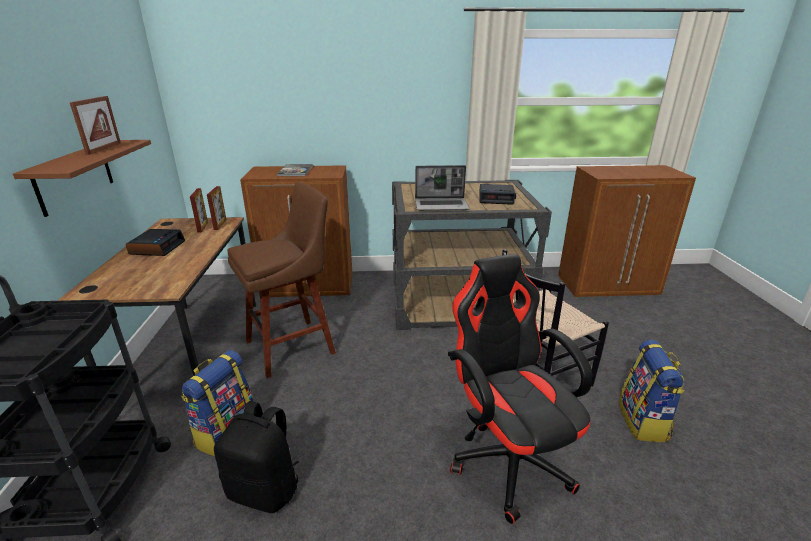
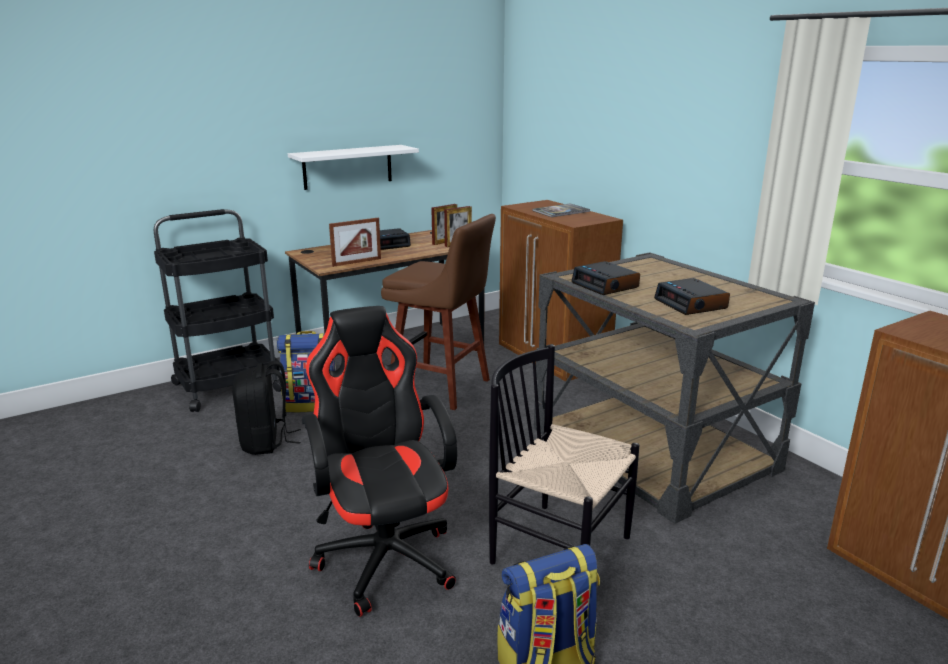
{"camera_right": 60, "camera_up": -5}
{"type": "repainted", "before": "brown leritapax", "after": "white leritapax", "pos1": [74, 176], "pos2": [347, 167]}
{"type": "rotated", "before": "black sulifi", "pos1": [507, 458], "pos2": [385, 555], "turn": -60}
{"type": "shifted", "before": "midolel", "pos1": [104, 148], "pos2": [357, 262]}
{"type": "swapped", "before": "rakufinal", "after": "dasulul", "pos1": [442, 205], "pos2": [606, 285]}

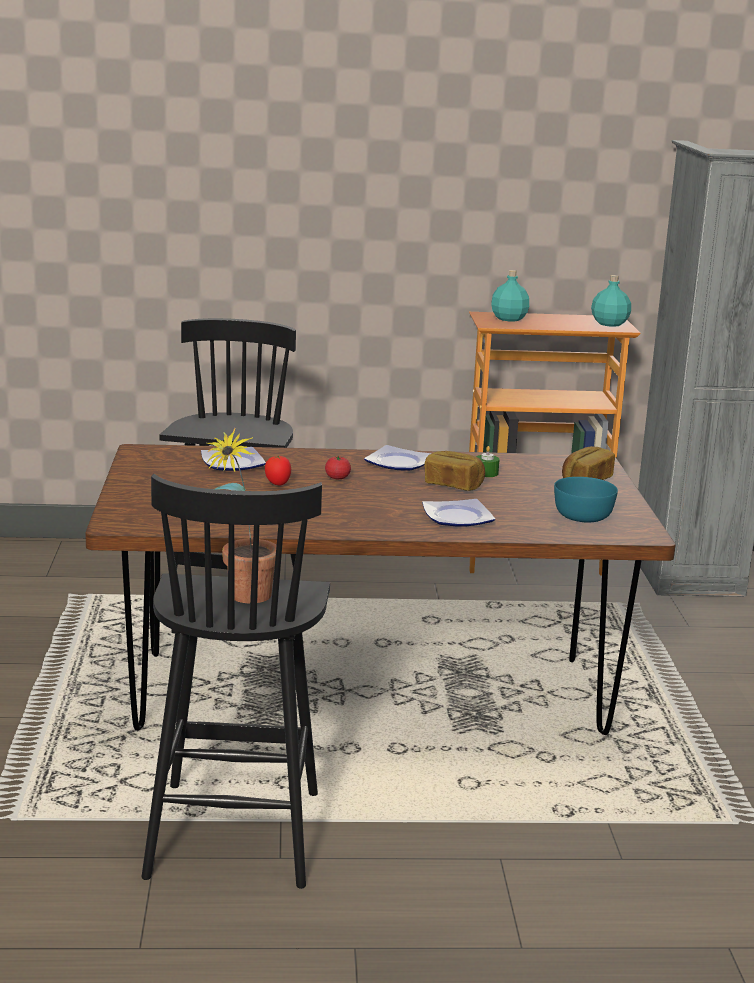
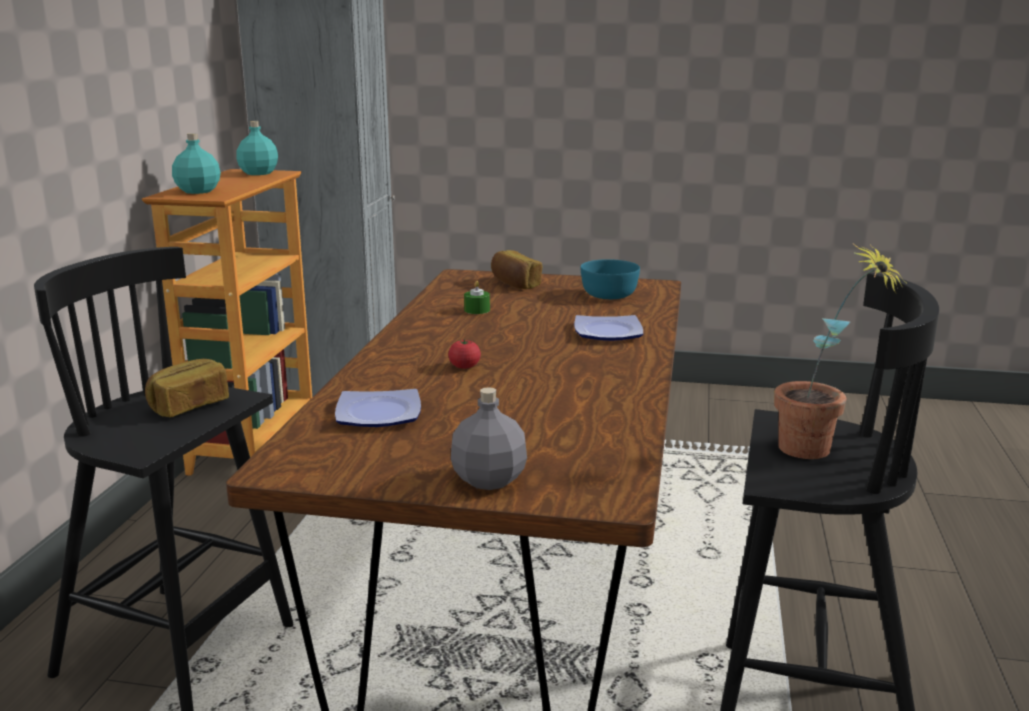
{"camera_right": -75, "camera_up": 0}
{"type": "shifted", "before": "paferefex", "pos1": [453, 485], "pos2": [189, 406]}
{"type": "new", "after": "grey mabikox", "pos2": [489, 479]}
{"type": "gone", "before": "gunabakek", "pos1": [278, 484]}
{"type": "gone", "before": "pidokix", "pos1": [399, 463]}

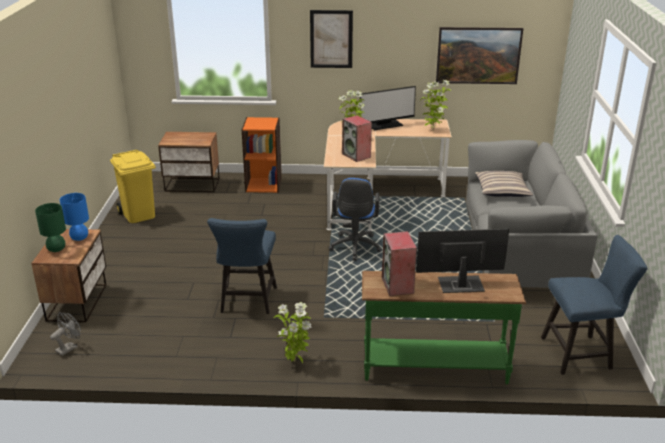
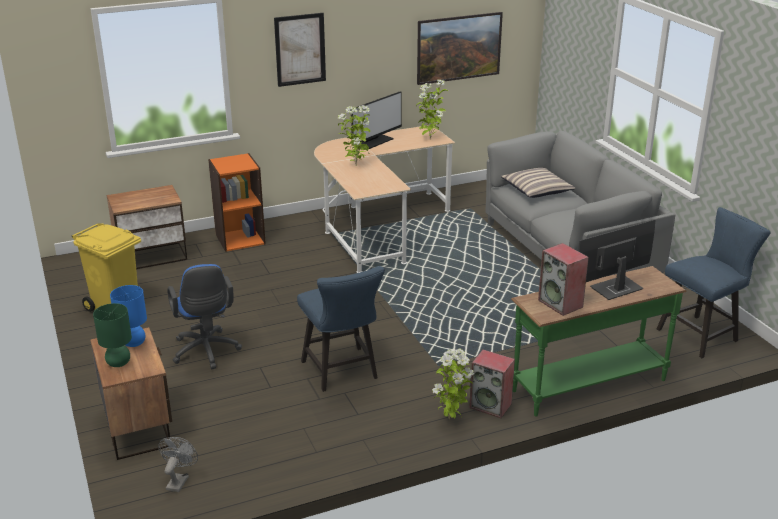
{"camera_right": -25, "camera_up": 0}
{"type": "shifted", "before": "blue sulifi", "pos1": [355, 248], "pos2": [206, 352]}
{"type": "shifted", "before": "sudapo", "pos1": [357, 155], "pos2": [491, 405]}

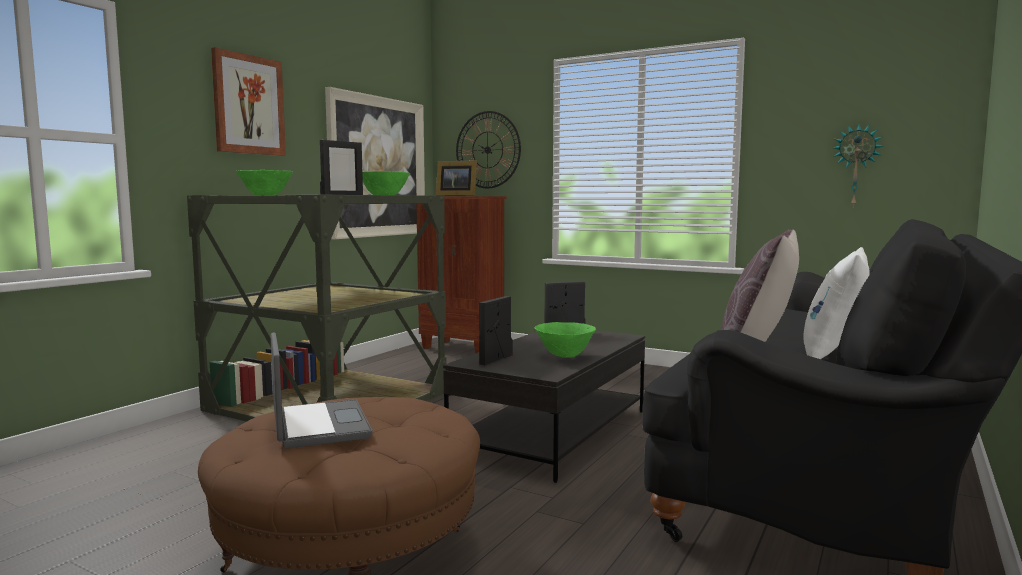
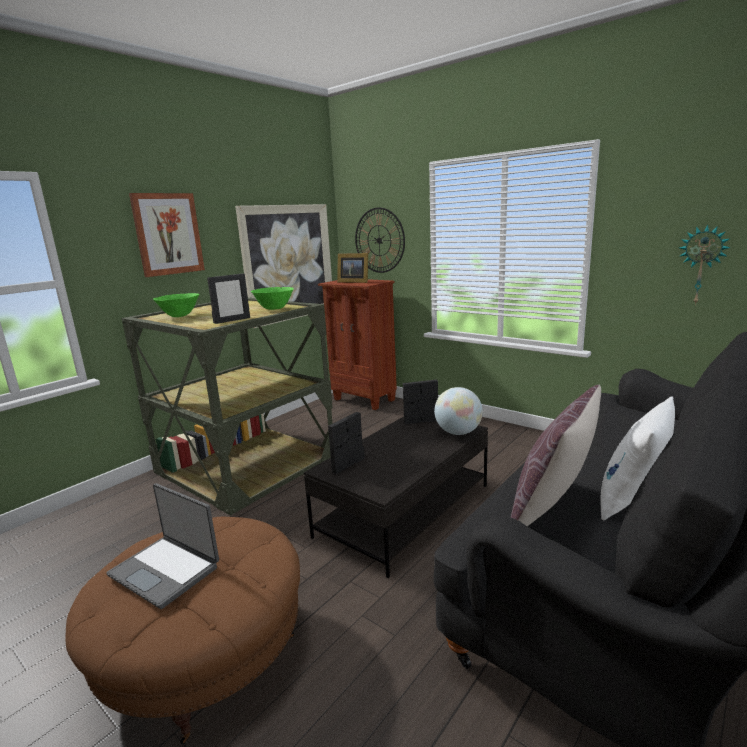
{"camera_right": 10, "camera_up": 10}
{"type": "rotated", "before": "rakufinal", "pos1": [318, 426], "pos2": [166, 570], "turn": 135}
{"type": "new", "after": "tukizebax", "pos2": [458, 432]}
{"type": "gone", "before": "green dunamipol", "pos1": [564, 356]}

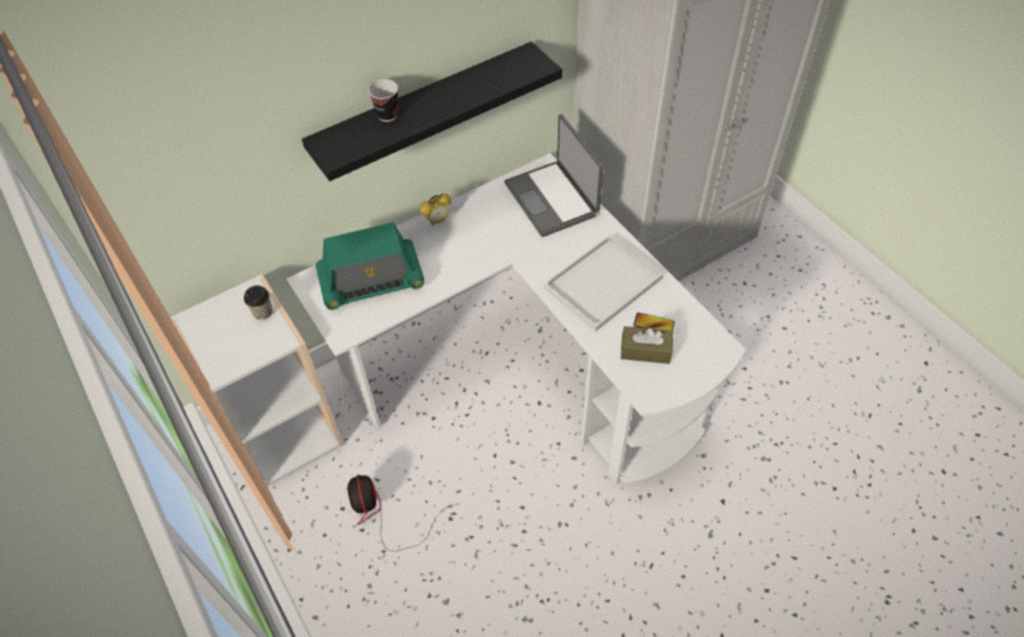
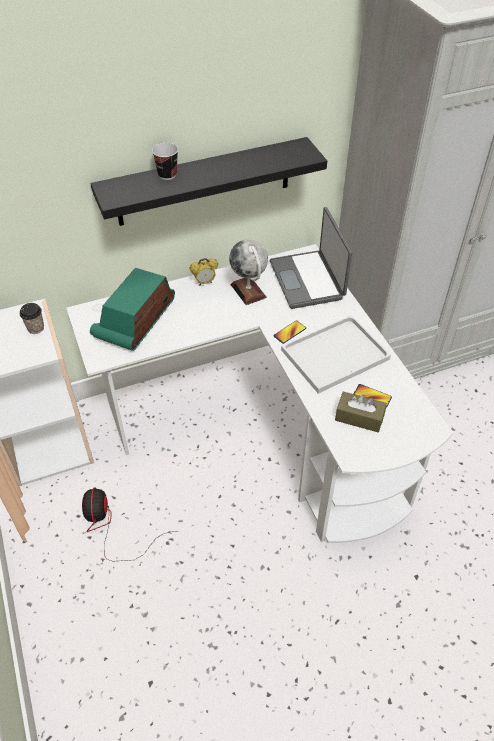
{"camera_right": 10, "camera_up": -5}
{"type": "rotated", "before": "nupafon", "pos1": [371, 281], "pos2": [135, 320], "turn": 120}
{"type": "new", "after": "tukizebax", "pos2": [248, 291]}
{"type": "new", "after": "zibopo", "pos2": [289, 332]}

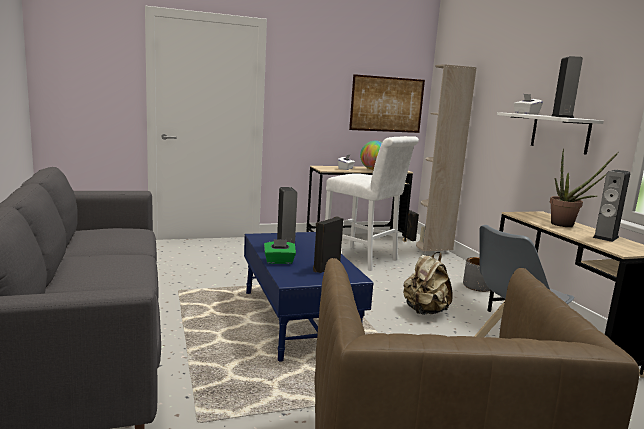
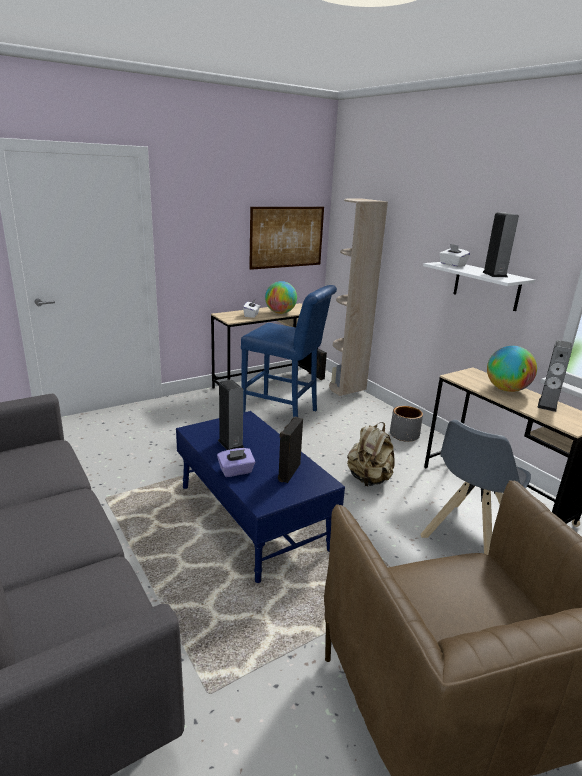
{"camera_right": -15, "camera_up": 10}
{"type": "repainted", "before": "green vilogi", "after": "purple vilogi", "pos1": [279, 261], "pos2": [236, 471]}
{"type": "repainted", "before": "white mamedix", "after": "blue mamedix", "pos1": [363, 259], "pos2": [284, 414]}
{"type": "swapped", "before": "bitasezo", "after": "tukizebax", "pos1": [567, 225], "pos2": [506, 389]}

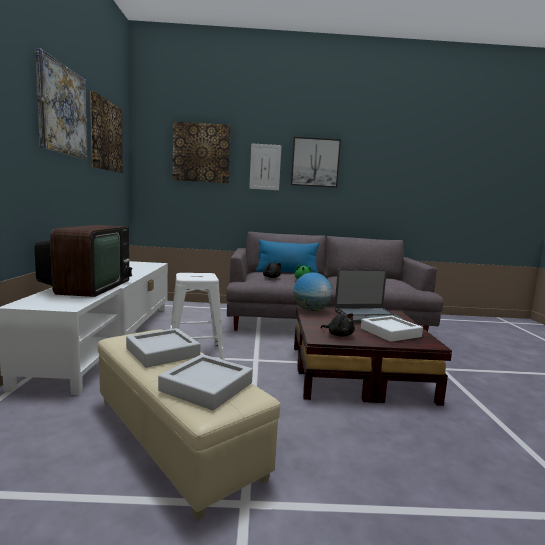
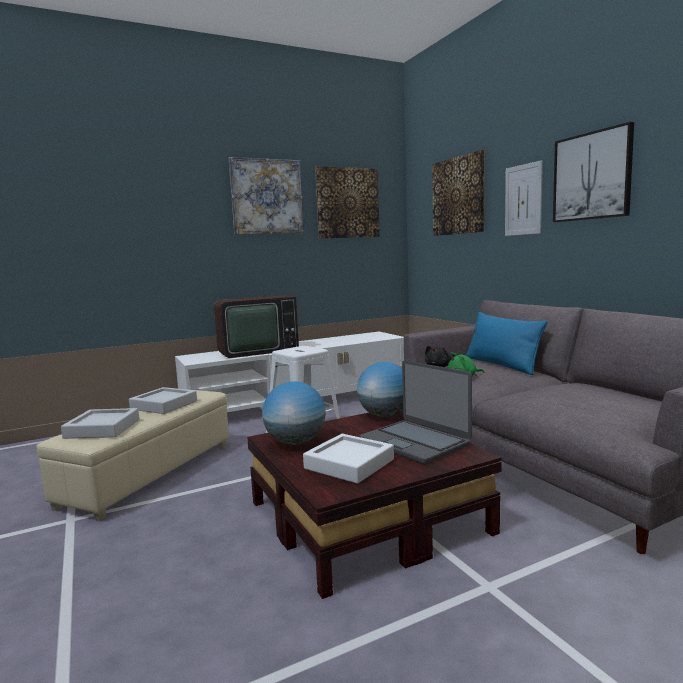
{"camera_right": 65, "camera_up": 0}
{"type": "swapped", "before": "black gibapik", "after": "tukizebax", "pos1": [339, 335], "pos2": [296, 442]}

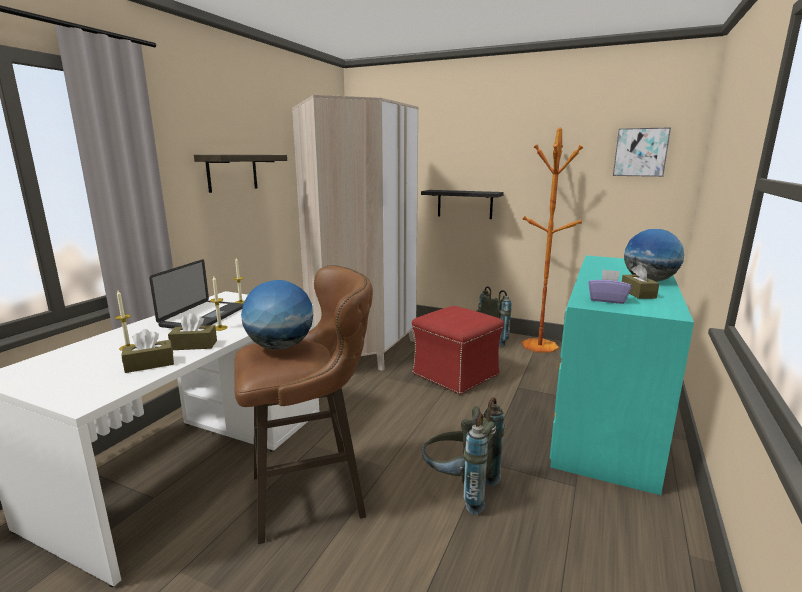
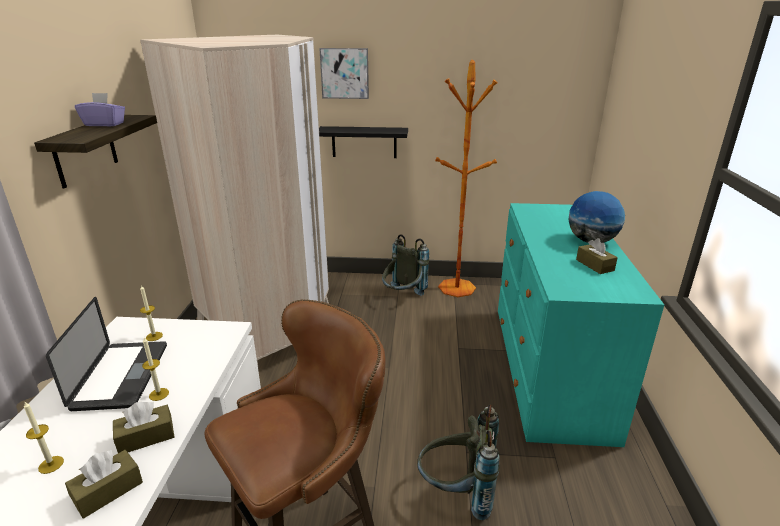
{"camera_right": -20, "camera_up": 10}
{"type": "shifted", "before": "purple vilogi", "pos1": [607, 300], "pos2": [105, 124]}
{"type": "shifted", "before": "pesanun", "pos1": [640, 152], "pos2": [345, 73]}
{"type": "gone", "before": "tukizebax", "pos1": [280, 347]}
{"type": "gone", "before": "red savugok", "pos1": [456, 375]}

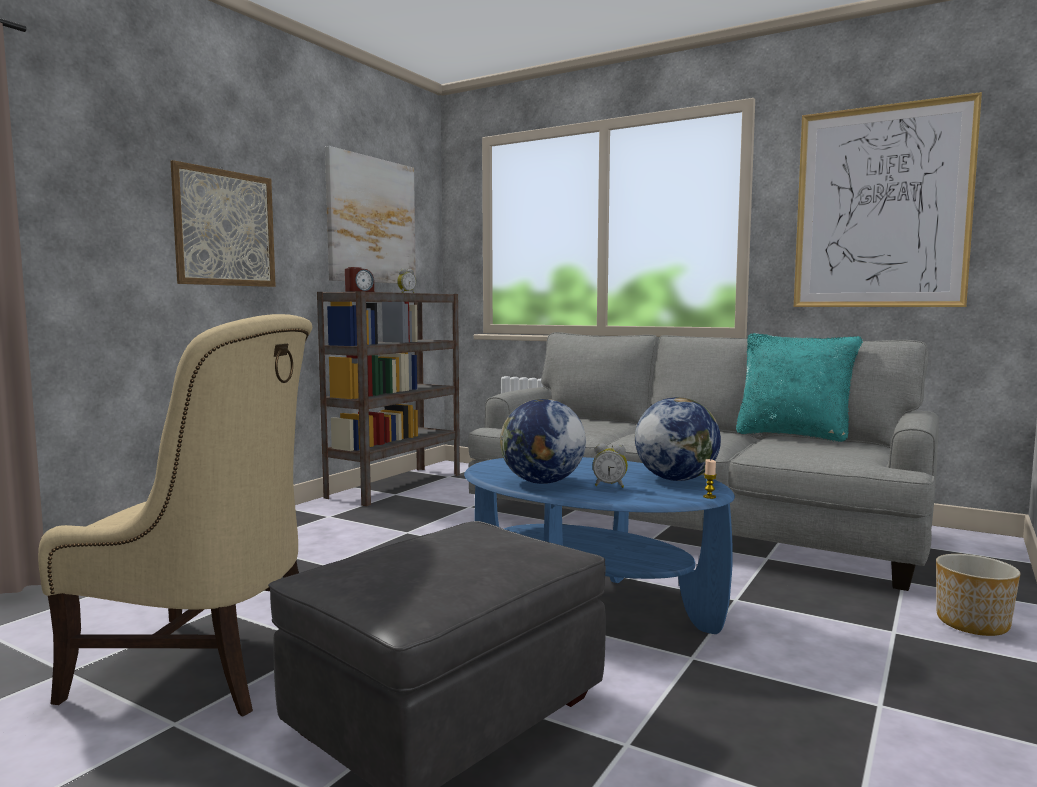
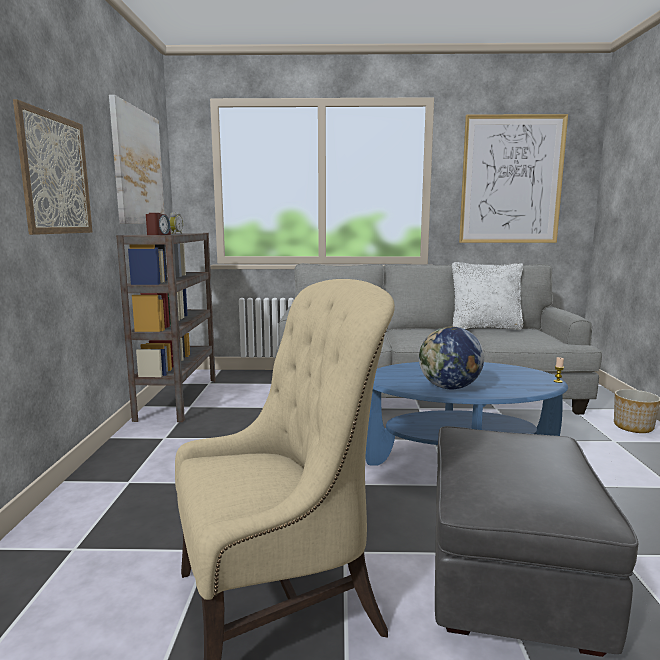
{"camera_right": -30, "camera_up": 5}
{"type": "repainted", "before": "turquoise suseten", "after": "white suseten", "pos1": [793, 437], "pos2": [486, 329]}
{"type": "gone", "before": "dasulul", "pos1": [610, 485]}
{"type": "gone", "before": "tukizebax", "pos1": [675, 479]}

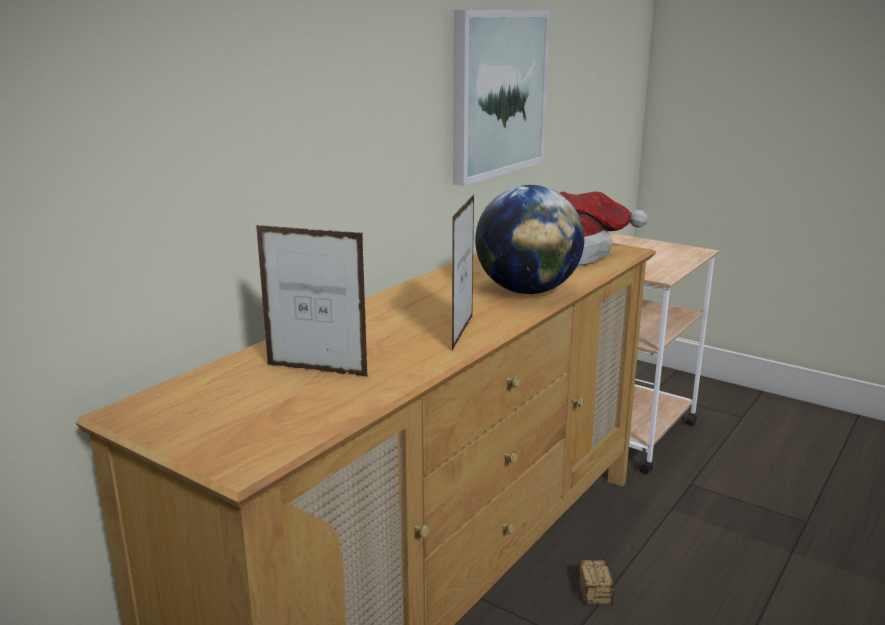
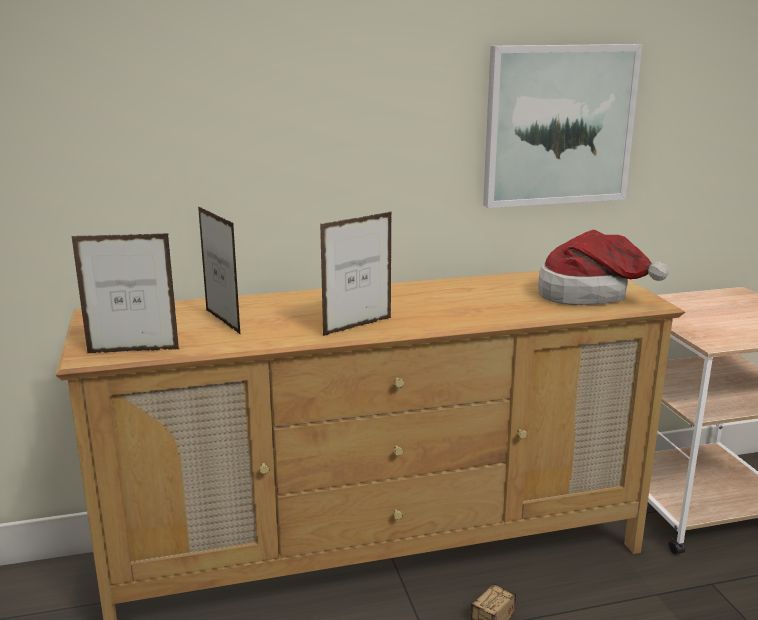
{"camera_right": 40, "camera_up": 0}
{"type": "new", "after": "midolel", "pos2": [133, 351]}
{"type": "gone", "before": "tukizebax", "pos1": [527, 291]}

